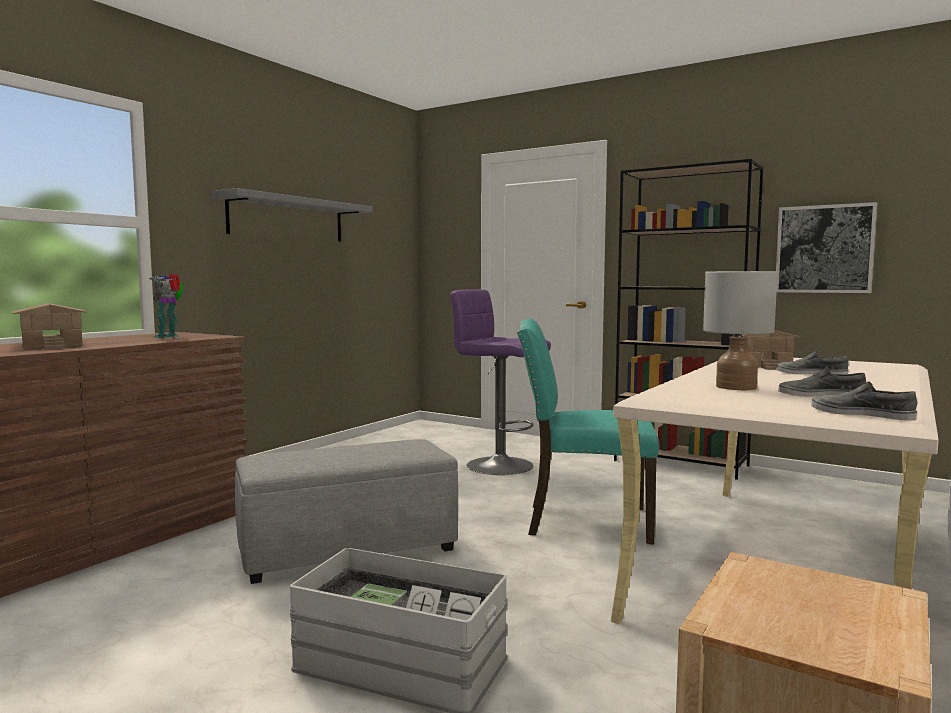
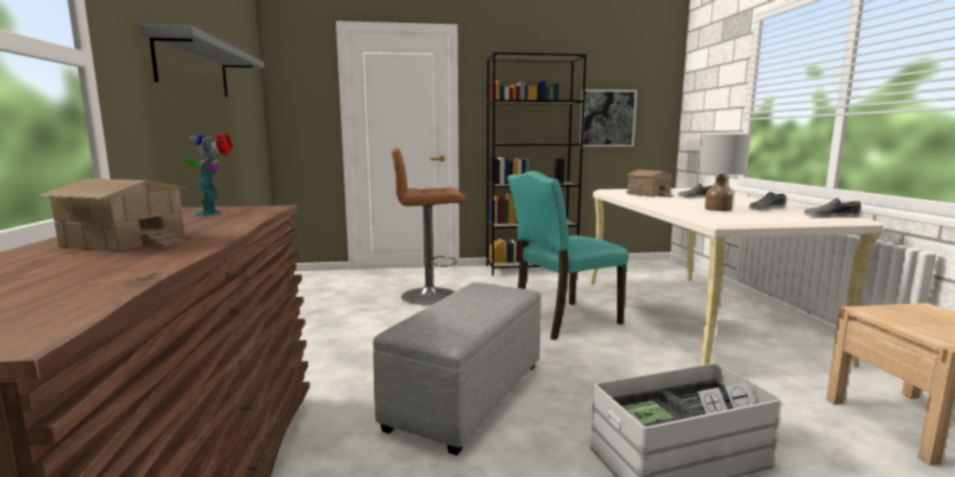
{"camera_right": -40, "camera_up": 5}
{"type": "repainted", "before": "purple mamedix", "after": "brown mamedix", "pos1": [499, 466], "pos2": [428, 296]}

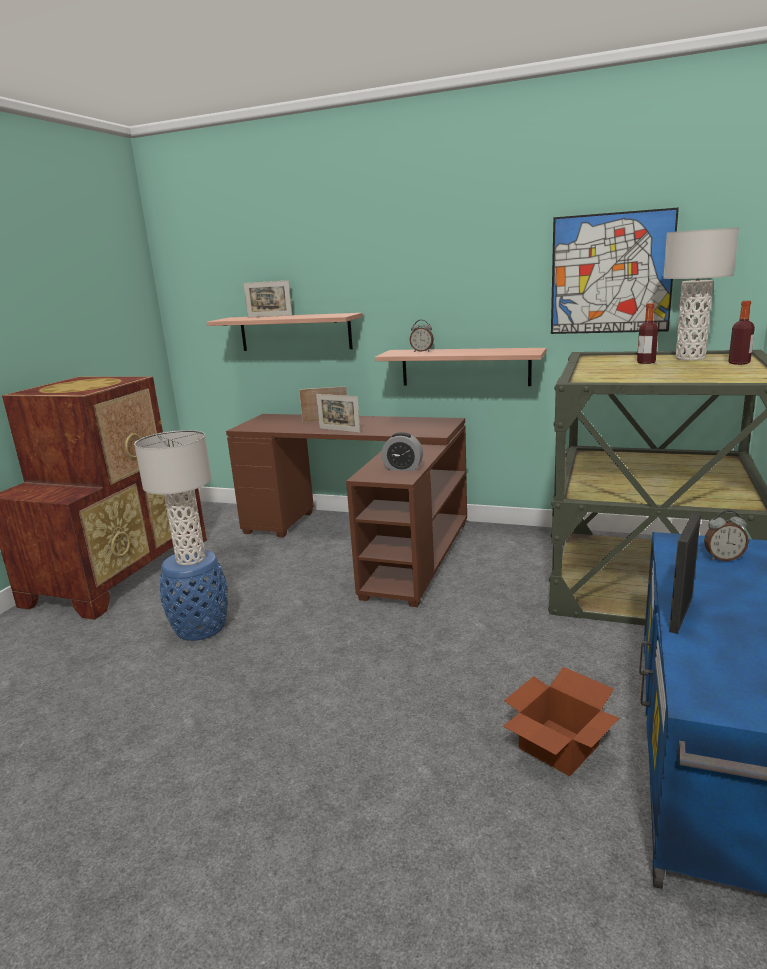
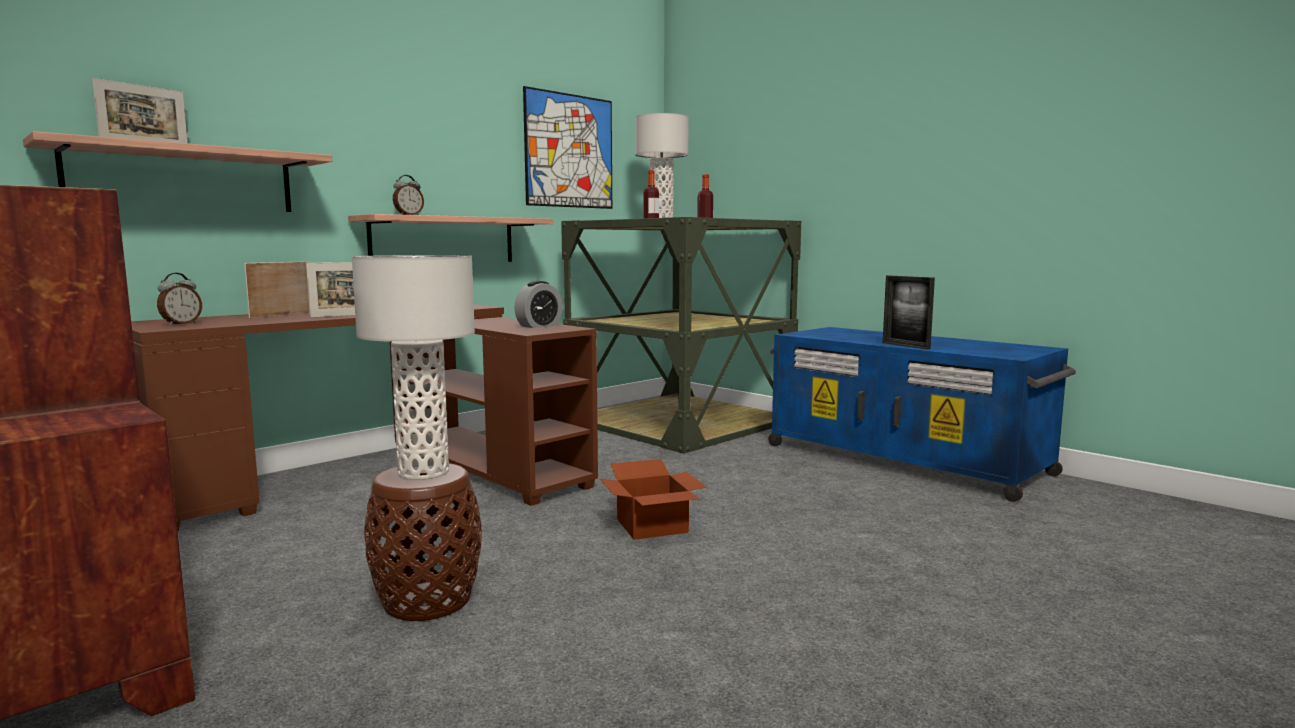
{"camera_right": -65, "camera_up": -10}
{"type": "shifted", "before": "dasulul", "pos1": [723, 558], "pos2": [181, 324]}
{"type": "repainted", "before": "blue mamedix", "after": "brown mamedix", "pos1": [200, 628], "pos2": [427, 601]}
{"type": "shifted", "before": "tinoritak", "pos1": [556, 747], "pos2": [651, 527]}

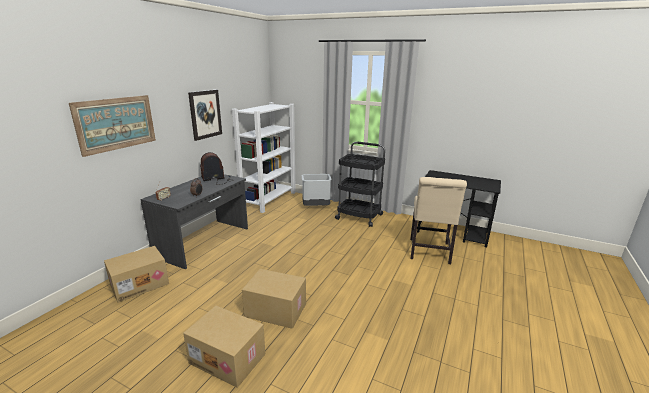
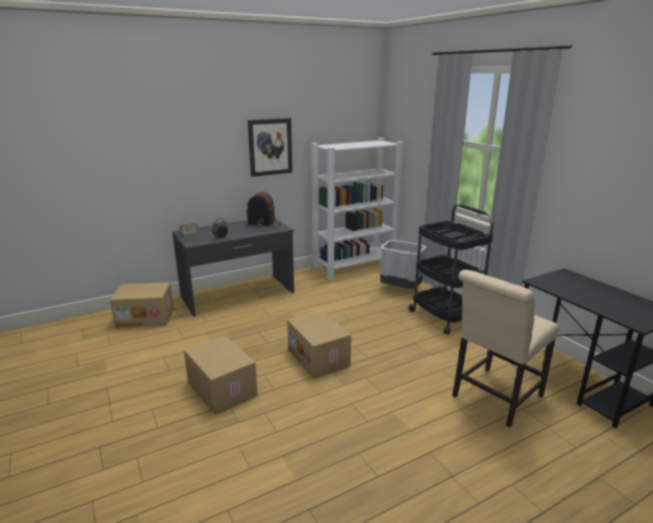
{"camera_right": 35, "camera_up": 0}
{"type": "shifted", "before": "tinoritak", "pos1": [228, 358], "pos2": [319, 358]}
{"type": "gone", "before": "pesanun", "pos1": [116, 123]}

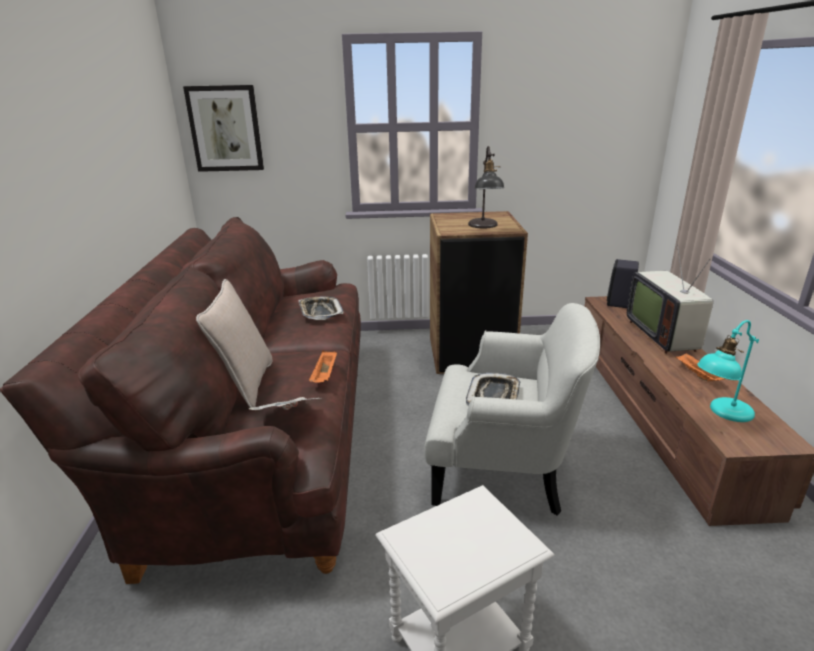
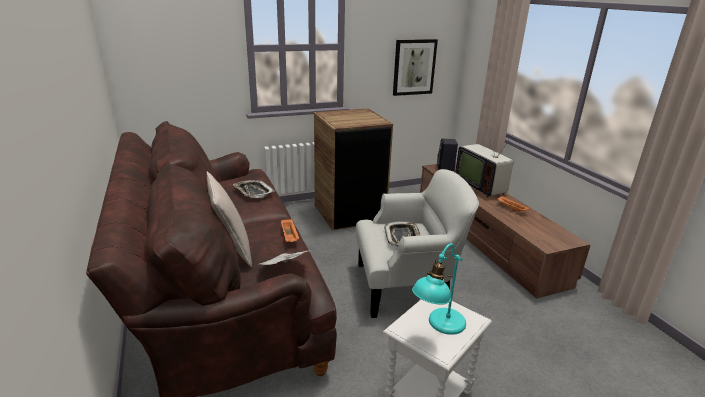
{"camera_right": -20, "camera_up": 0}
{"type": "shifted", "before": "pesanun", "pos1": [225, 129], "pos2": [414, 67]}
{"type": "shifted", "before": "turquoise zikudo", "pos1": [720, 415], "pos2": [438, 329]}
{"type": "gone", "before": "grey zikudo", "pos1": [485, 228]}

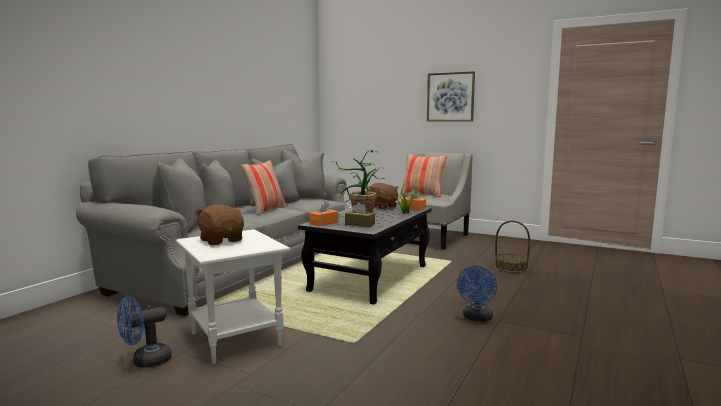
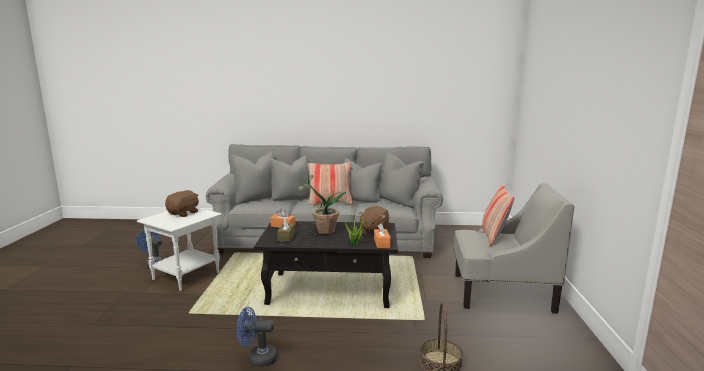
{"camera_right": 65, "camera_up": 5}
{"type": "gone", "before": "pesanun", "pos1": [450, 97]}

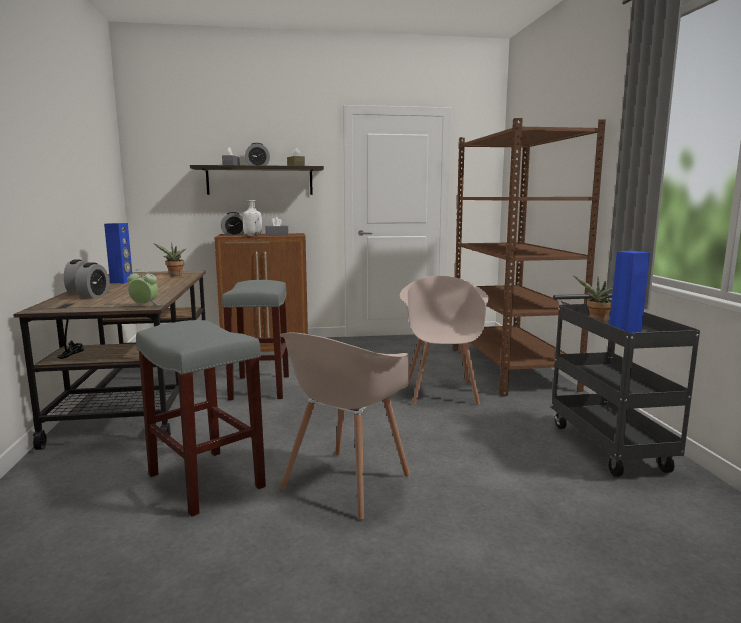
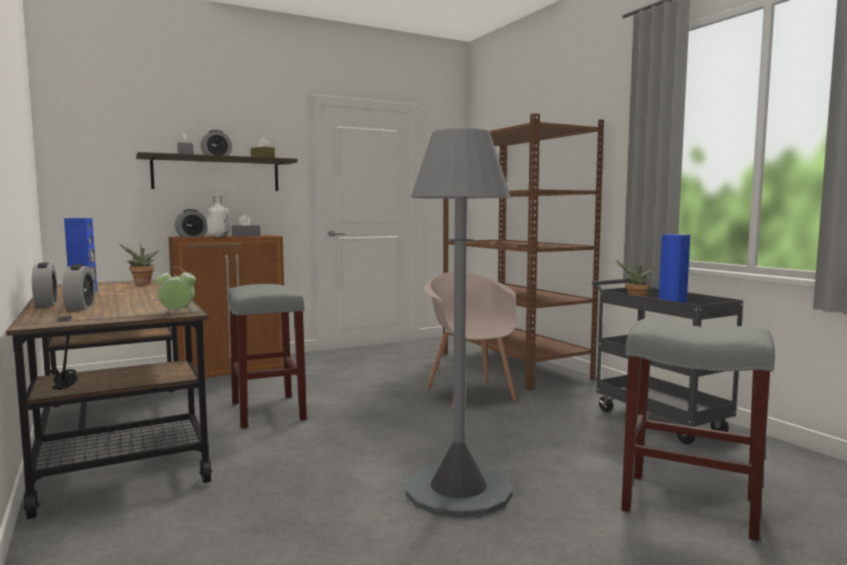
{"camera_right": -20, "camera_up": -5}
{"type": "swapped", "before": "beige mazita", "after": "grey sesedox", "pos1": [345, 484], "pos2": [458, 490]}
{"type": "shifted", "before": "grey mamedix", "pos1": [204, 480], "pos2": [687, 504]}

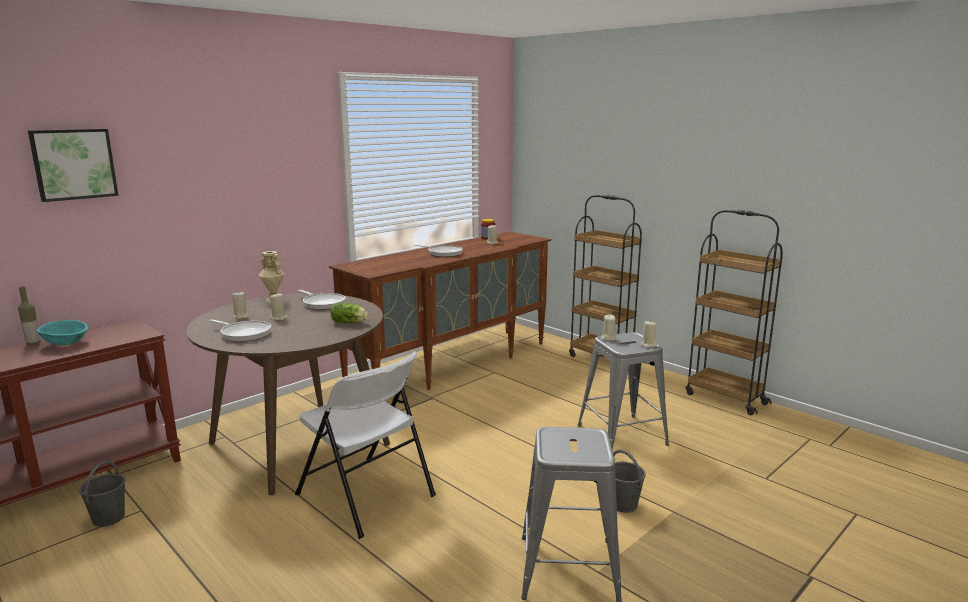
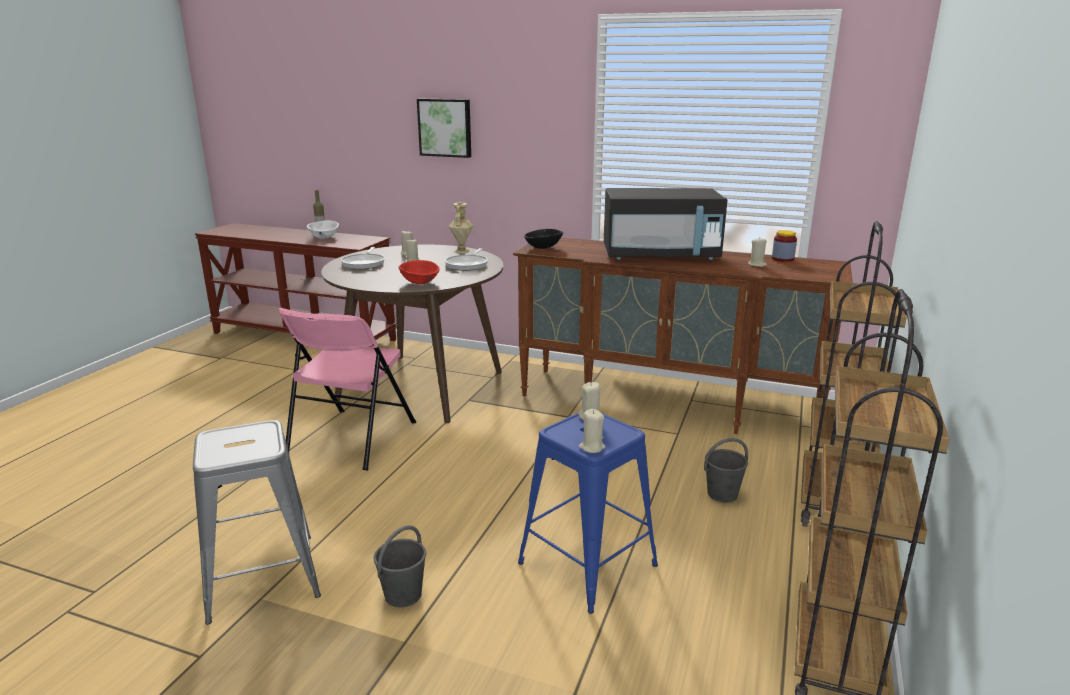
{"camera_right": 65, "camera_up": 5}
{"type": "repainted", "before": "white mazita", "after": "pink mazita", "pos1": [365, 495], "pos2": [352, 438]}
{"type": "repainted", "before": "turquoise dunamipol", "after": "white dunamipol", "pos1": [65, 343], "pos2": [324, 237]}
{"type": "swapped", "before": "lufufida", "after": "red dunamipol", "pos1": [350, 322], "pos2": [420, 282]}
{"type": "shifted", "before": "pesanun", "pos1": [73, 164], "pos2": [445, 127]}
{"type": "repainted", "before": "grey mamedix", "after": "blue mamedix", "pos1": [622, 435], "pos2": [588, 564]}
{"type": "new", "after": "black dunamipol", "pos2": [543, 248]}
{"type": "swapped", "before": "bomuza", "after": "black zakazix", "pos1": [443, 253], "pos2": [660, 256]}
{"type": "shifted", "before": "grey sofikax", "pos1": [109, 517], "pos2": [723, 494]}

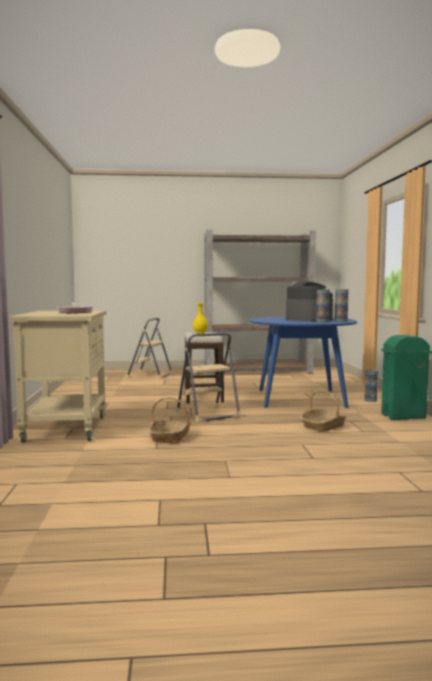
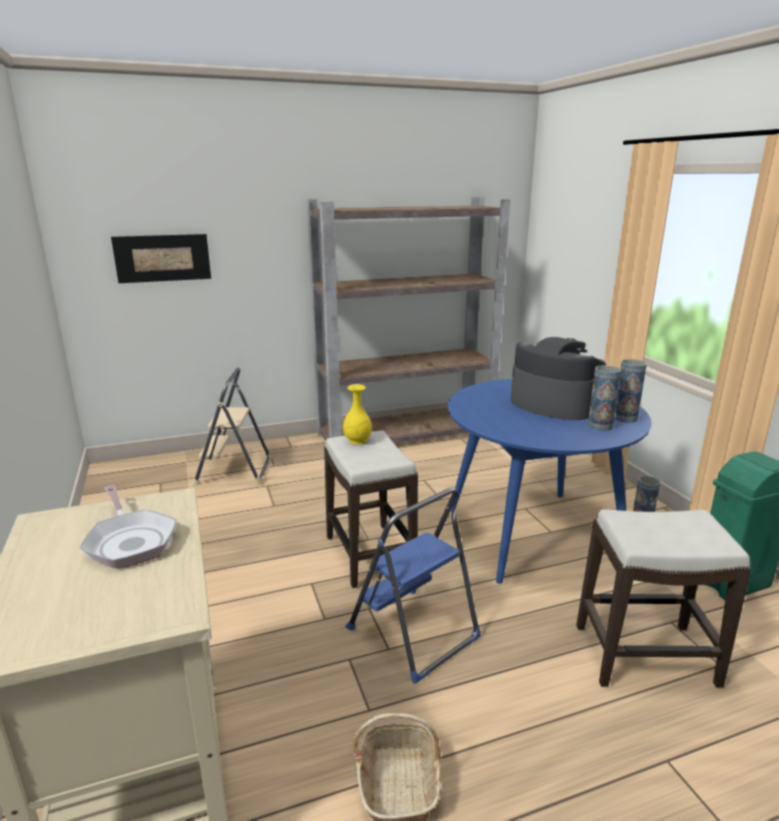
{"camera_right": -15, "camera_up": 15}
{"type": "new", "after": "pesanun", "pos2": [162, 258]}
{"type": "repainted", "before": "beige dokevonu", "after": "blue dokevonu", "pos1": [208, 414], "pos2": [415, 635]}
{"type": "swapped", "before": "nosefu", "after": "mamedix", "pos1": [323, 426], "pos2": [644, 655]}

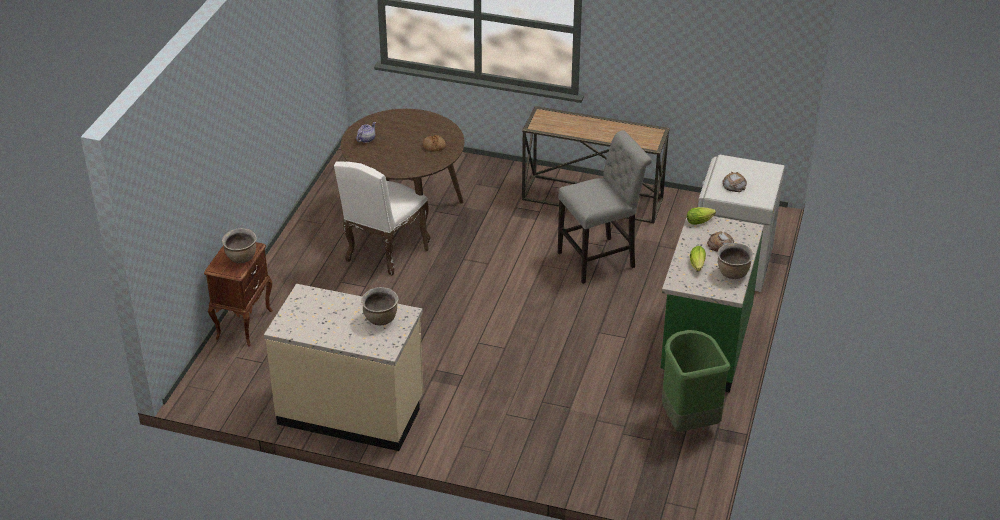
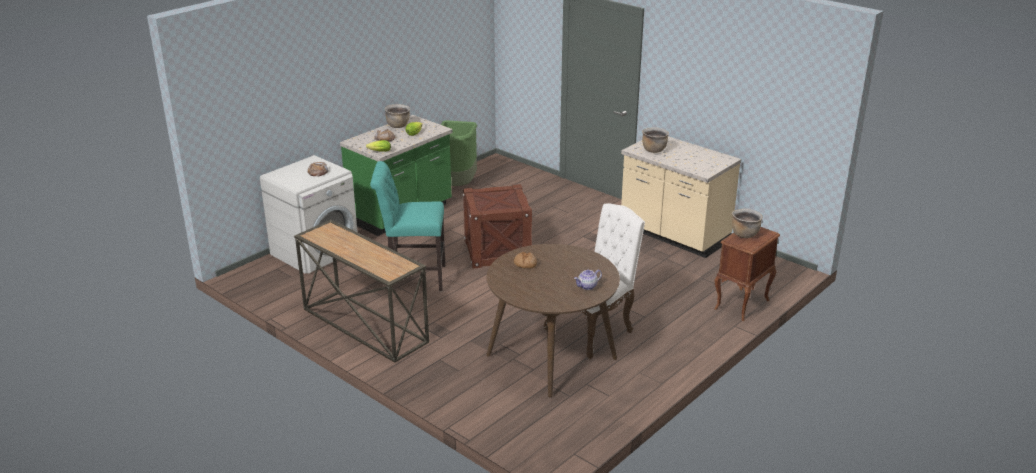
{"camera_right": -155, "camera_up": -10}
{"type": "repainted", "before": "grey mamedix", "after": "turquoise mamedix", "pos1": [600, 259], "pos2": [412, 278]}
{"type": "new", "after": "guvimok", "pos2": [497, 251]}

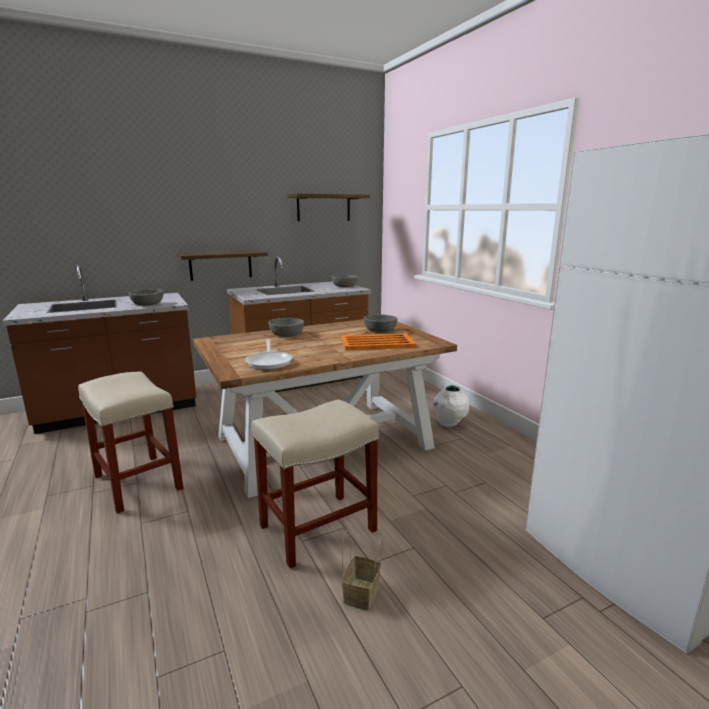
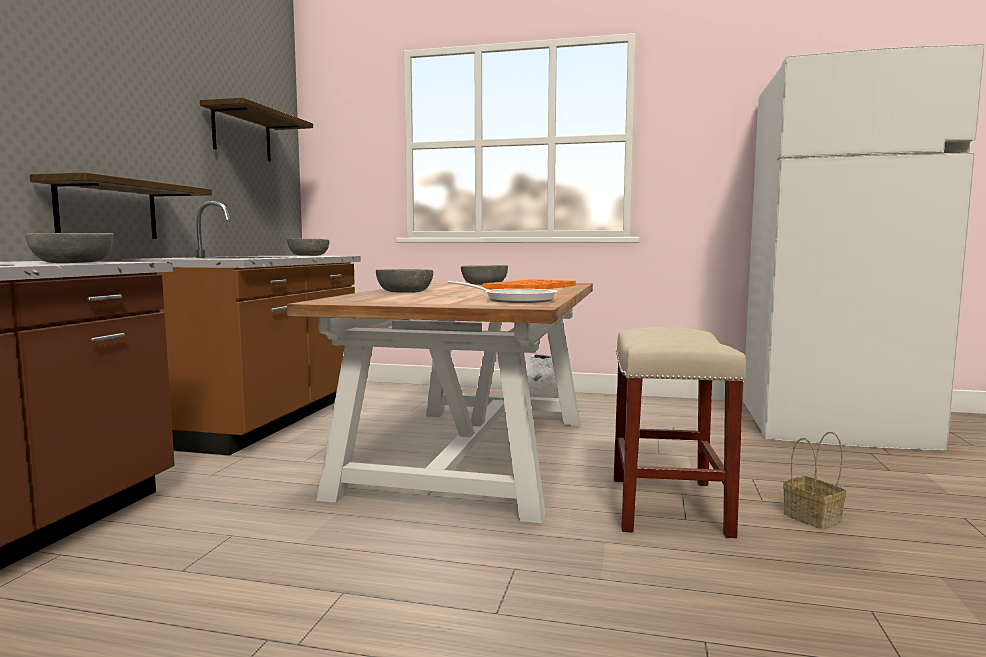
{"camera_right": -50, "camera_up": -10}
{"type": "gone", "before": "beige mamedix", "pos1": [137, 482]}

